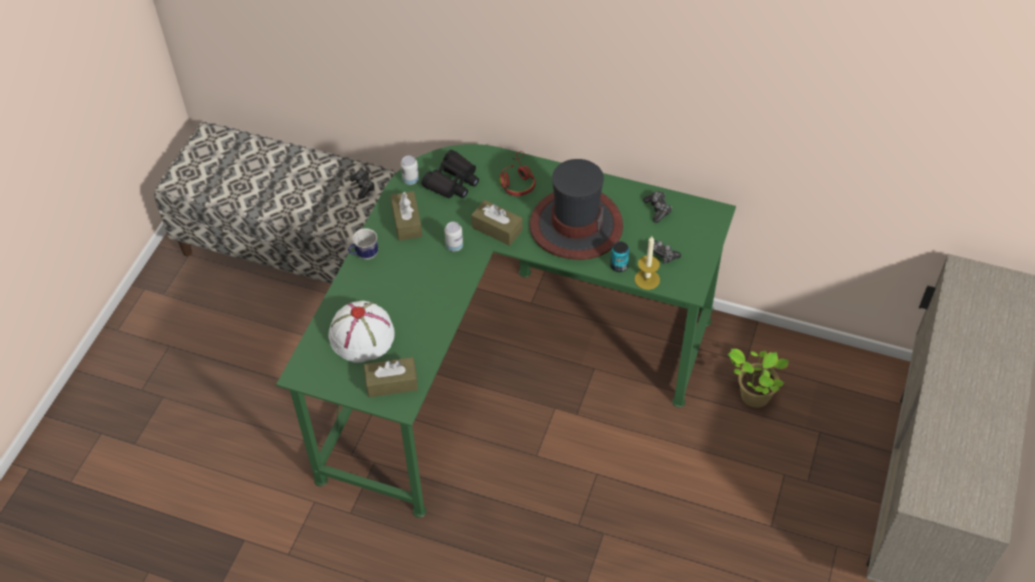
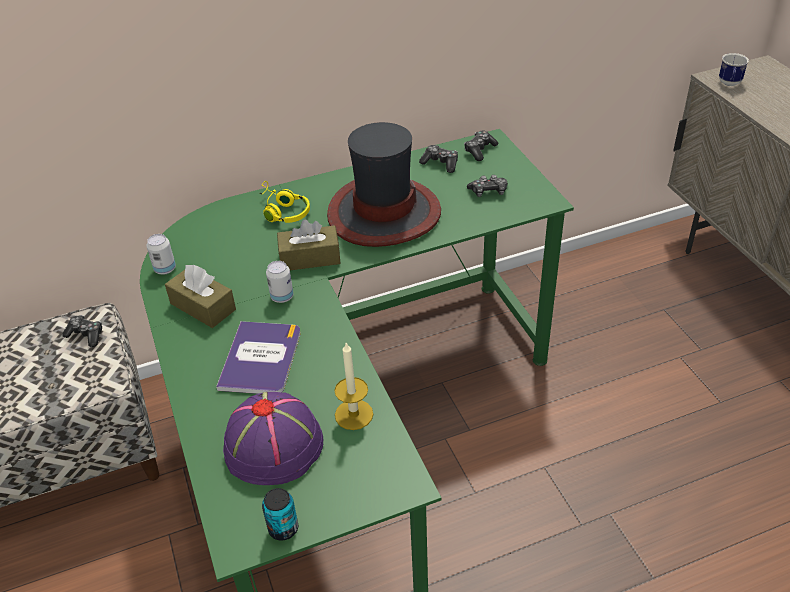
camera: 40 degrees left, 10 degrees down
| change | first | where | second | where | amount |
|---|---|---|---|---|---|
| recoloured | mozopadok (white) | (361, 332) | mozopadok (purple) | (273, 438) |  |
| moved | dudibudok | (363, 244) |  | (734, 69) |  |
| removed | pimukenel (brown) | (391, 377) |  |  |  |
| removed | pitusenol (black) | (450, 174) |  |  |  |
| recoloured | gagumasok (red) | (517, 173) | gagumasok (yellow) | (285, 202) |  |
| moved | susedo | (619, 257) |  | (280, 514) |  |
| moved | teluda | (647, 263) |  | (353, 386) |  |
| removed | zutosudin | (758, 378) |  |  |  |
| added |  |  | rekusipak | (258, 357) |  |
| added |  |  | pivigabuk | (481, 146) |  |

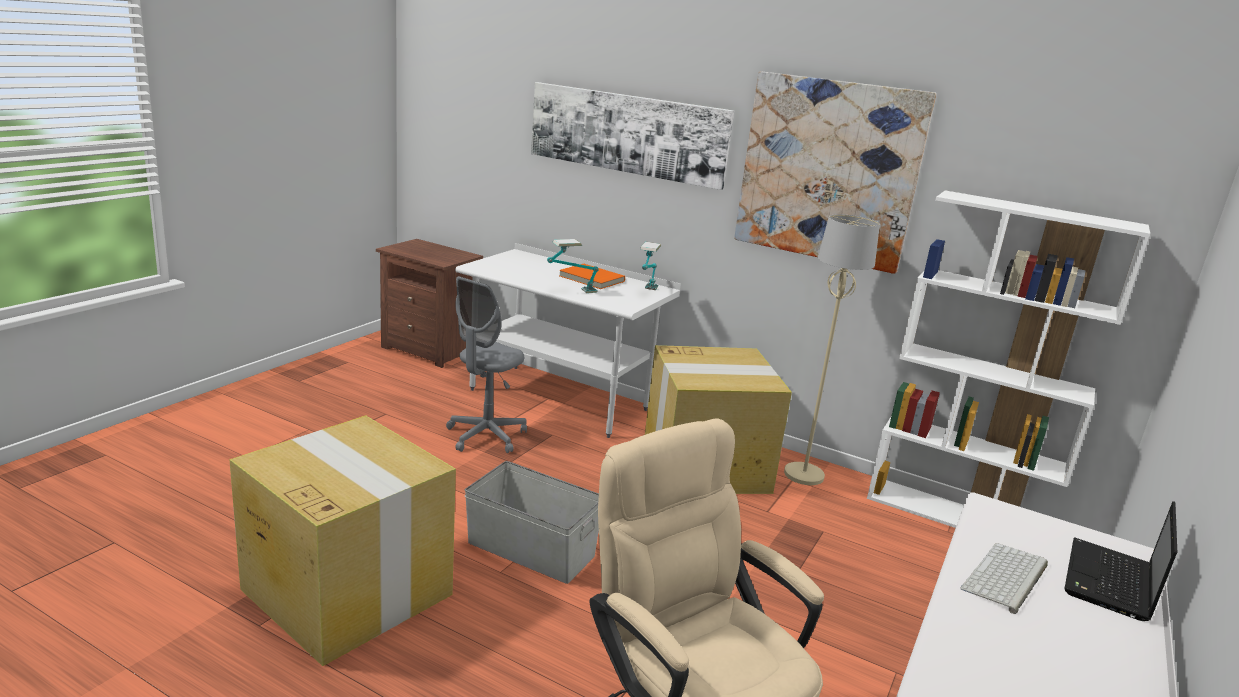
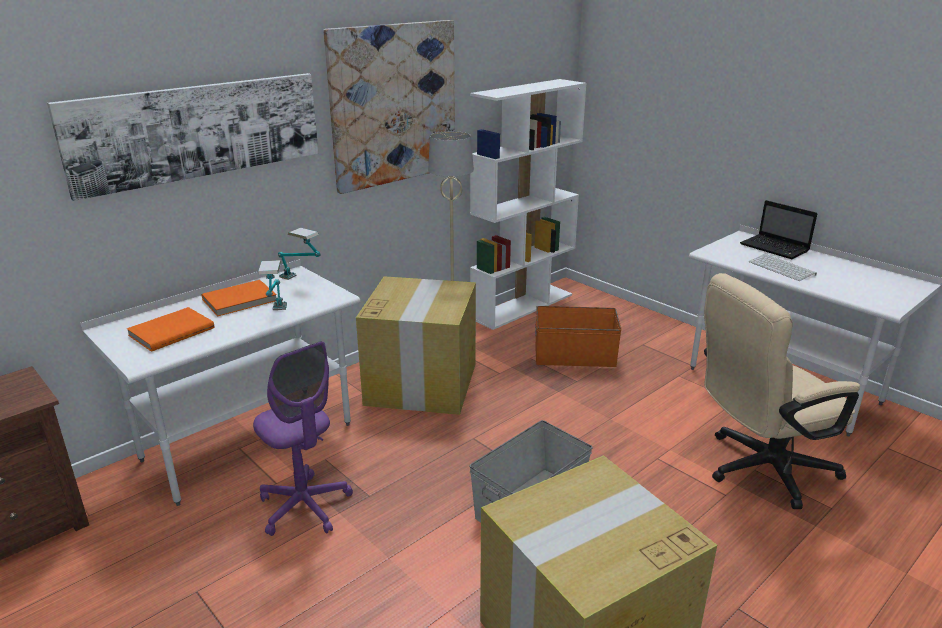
camera: 70 degrees left, 5 degrees up
| change | first | where | second | where | amount |
|---|---|---|---|---|---|
| recoloured | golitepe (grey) | (486, 364) | golitepe (purple) | (303, 438) |  |
| added |  |  | rekusipak (orange) | (170, 329) |  |
| added |  |  | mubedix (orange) | (578, 336) |  |

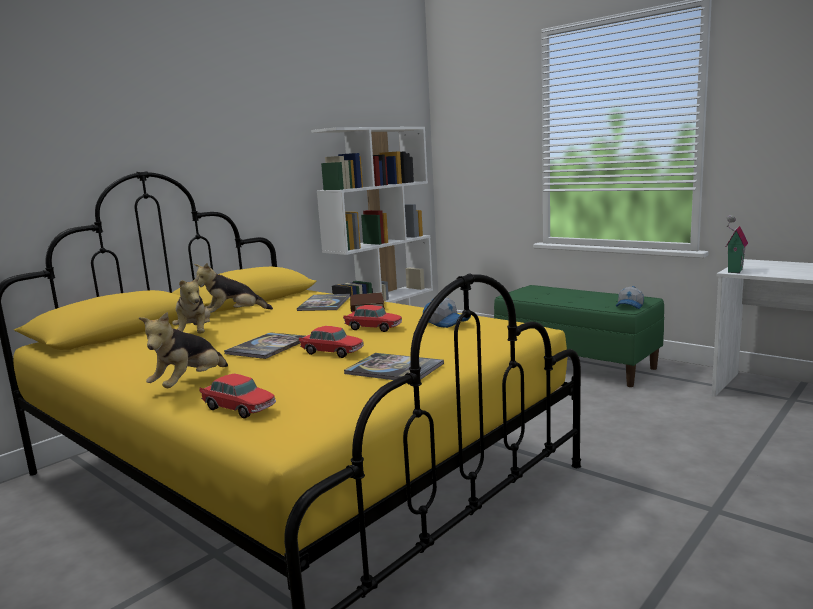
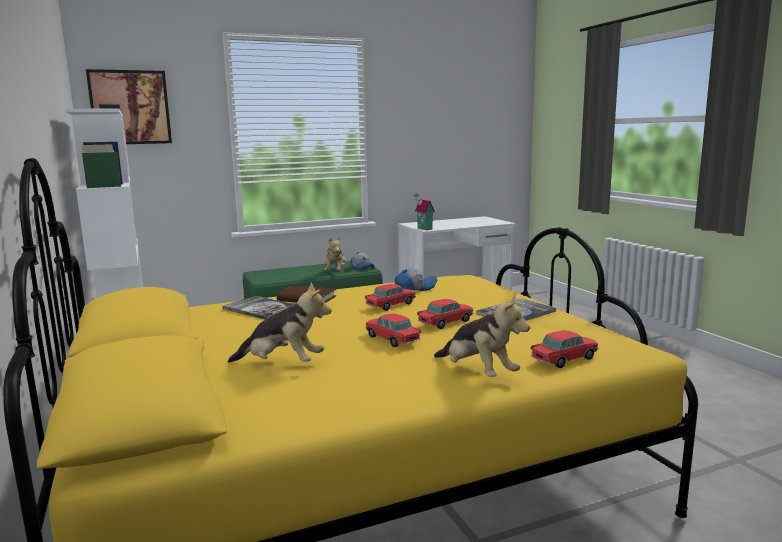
camera: 65 degrees left, 0 degrees up
| change | first | where | second | where | amount |
|---|---|---|---|---|---|
| moved | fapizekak | (233, 288) |  | (334, 253) |  |
| replaced | rekusipak | (264, 345) | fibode | (393, 330) |  |
| added |  |  | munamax | (129, 106) |  |

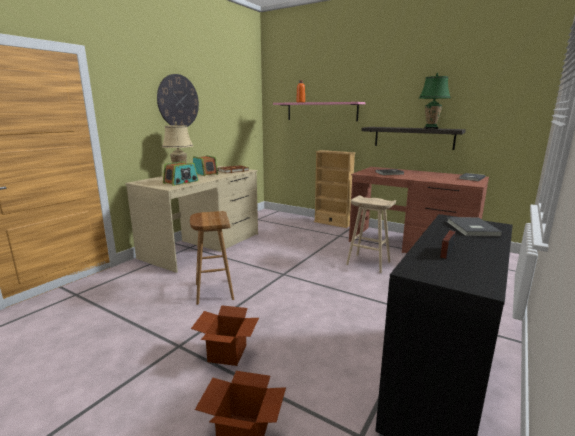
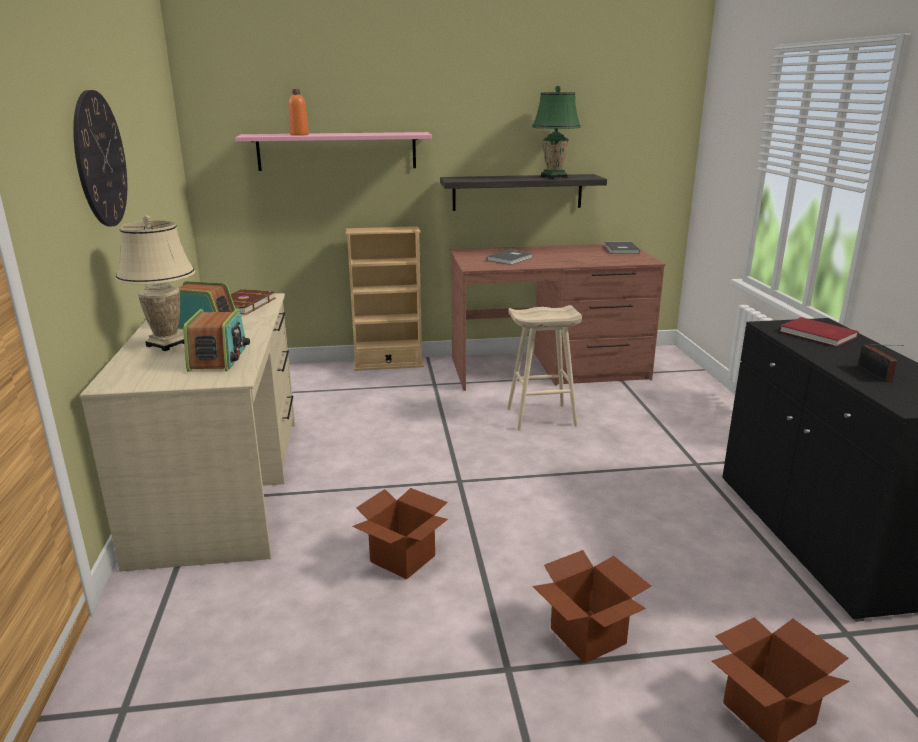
camera: 40 degrees left, 5 degrees up
| change | first | where | second | where | amount |
|---|---|---|---|---|---|
| replaced | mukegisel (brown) | (212, 258) | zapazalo | (400, 533) |  |
| recoloured | rekusipak (grey) | (474, 227) | rekusipak (red) | (819, 332) |  |

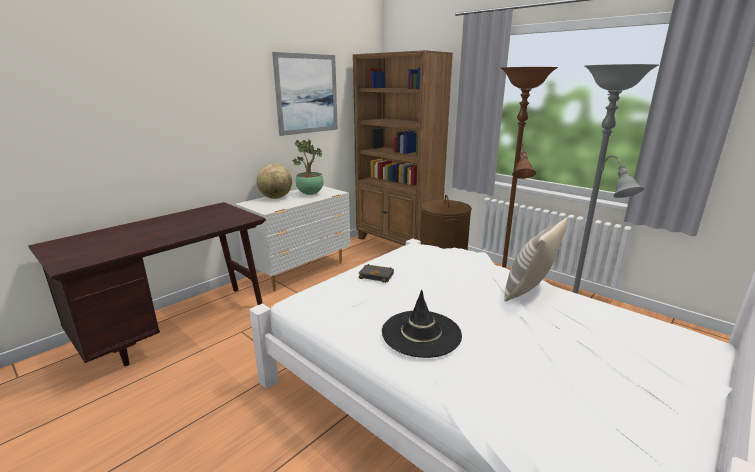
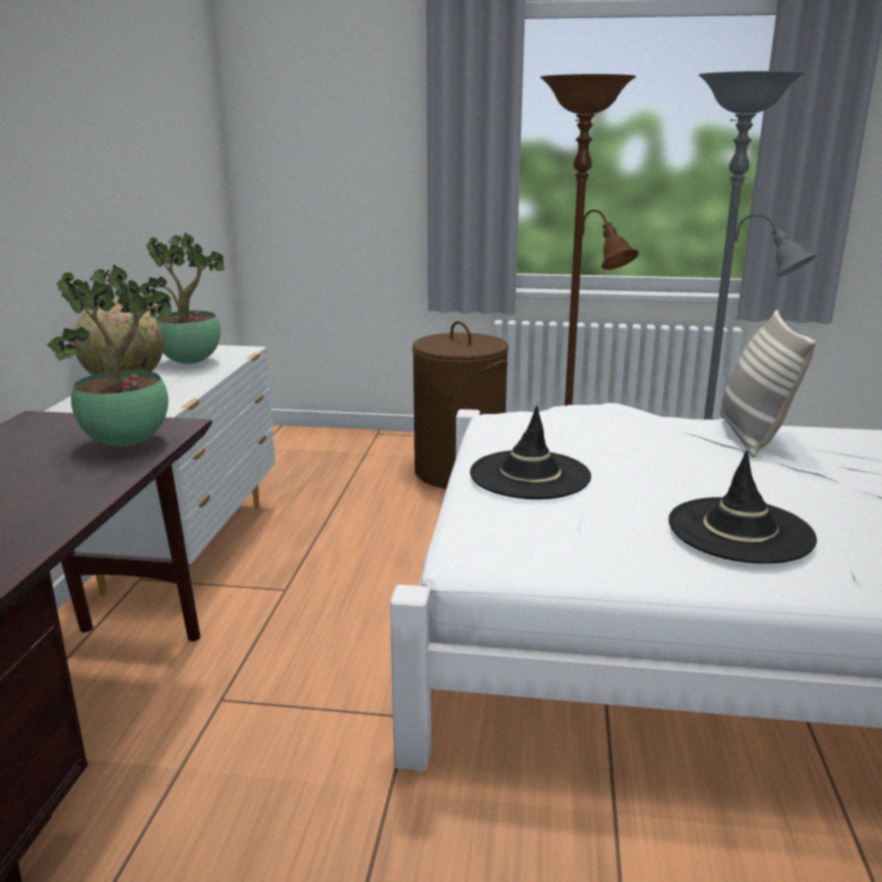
camera: 35 degrees left, 0 degrees up
| change | first | where | second | where | amount |
|---|---|---|---|---|---|
| removed | munamax | (305, 94) |  |  |  |
| removed | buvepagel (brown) | (403, 148) |  |  |  |
| replaced | rekusipak (black) | (376, 273) | mozopadok (black) | (530, 452) |  |
| added |  |  | zutosudin | (109, 355) |  |

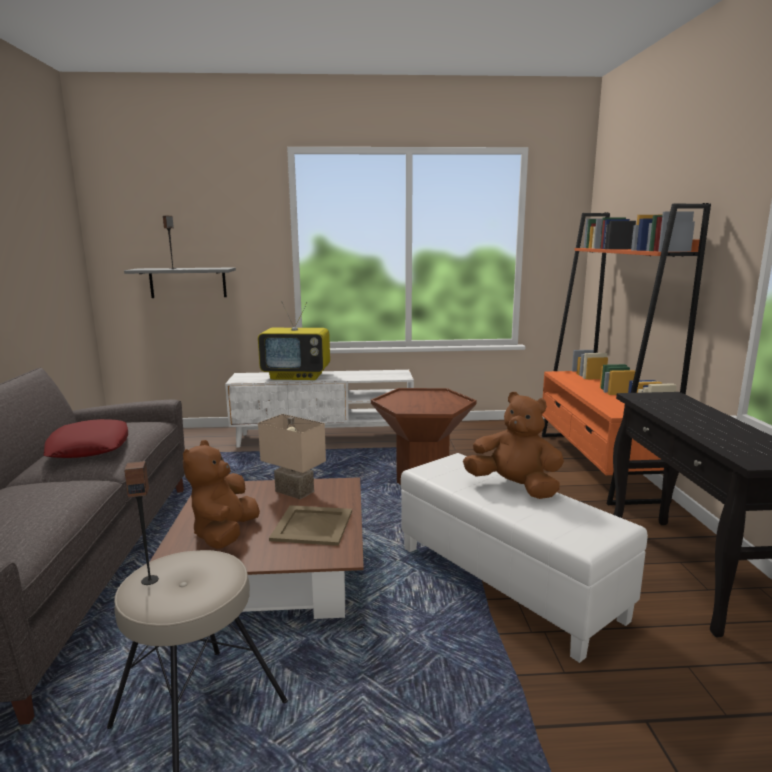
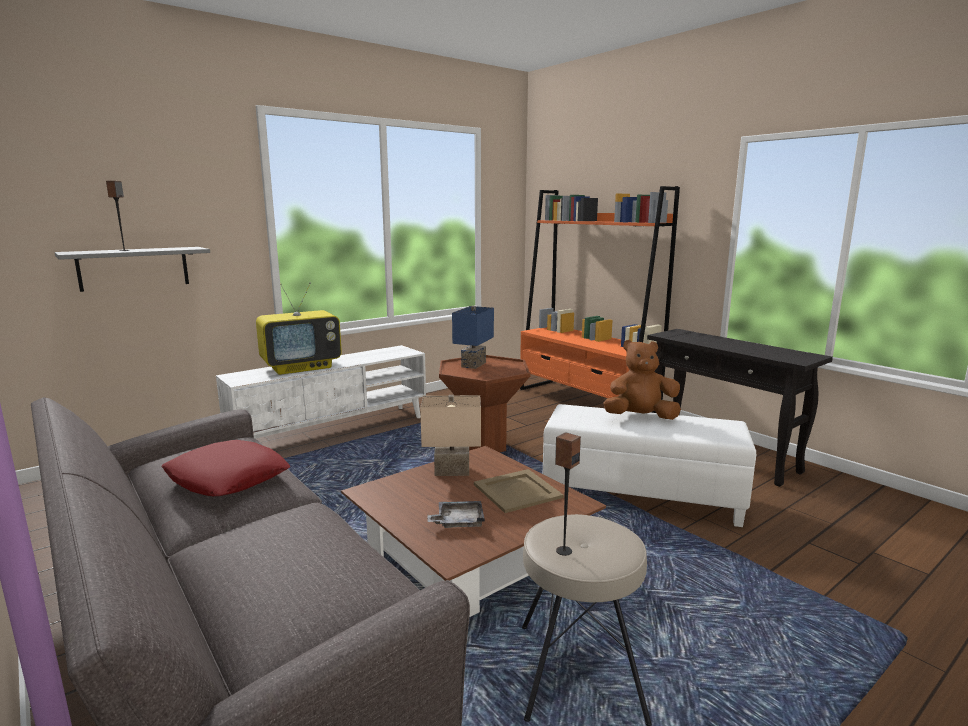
camera: 35 degrees left, 0 degrees up
| change | first | where | second | where | amount |
|---|---|---|---|---|---|
| replaced | fapizekak (brown) | (221, 494) | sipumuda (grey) | (456, 514) |  |
| added |  |  | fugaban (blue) | (473, 337) |  |

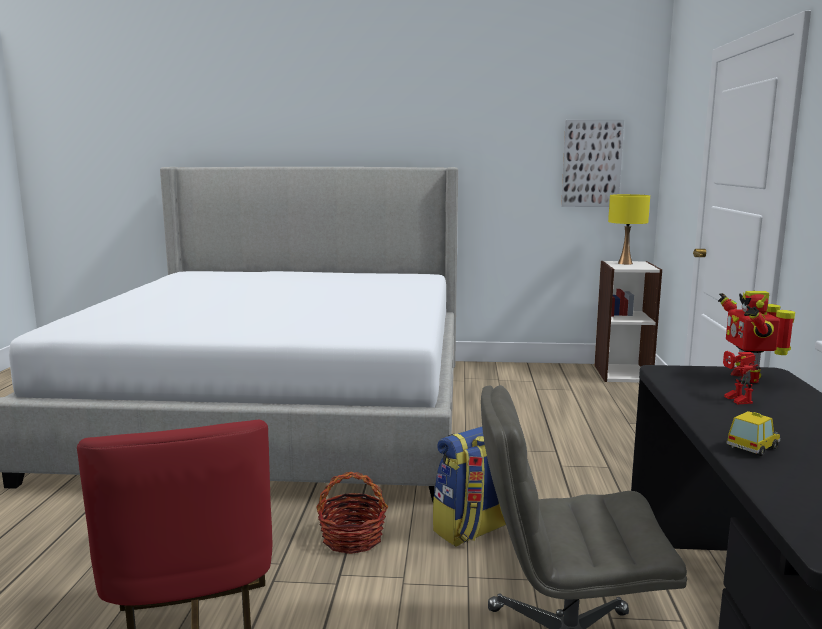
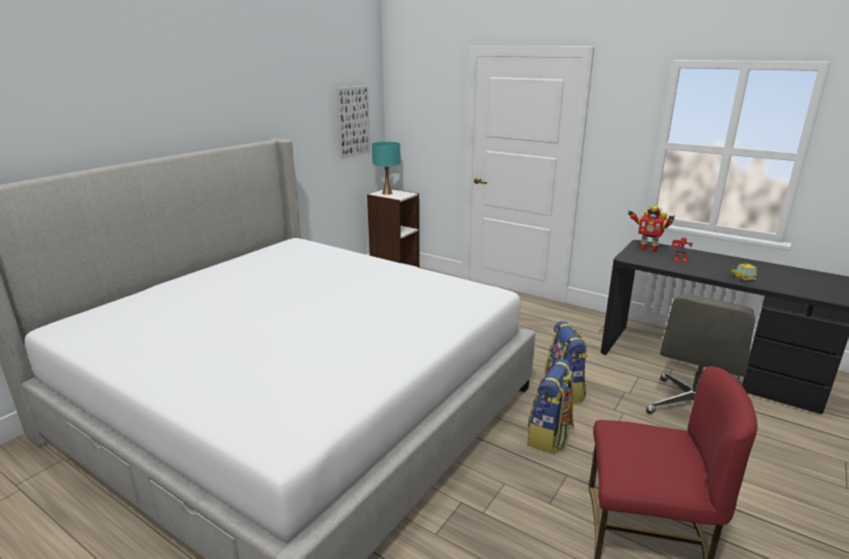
camera: 60 degrees left, 10 degrees up
| change | first | where | second | where | amount |
|---|---|---|---|---|---|
| replaced | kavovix | (352, 513) | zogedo | (550, 406) |  |
| recoloured | fugaban (yellow) | (629, 229) | fugaban (turquoise) | (386, 168) |  |

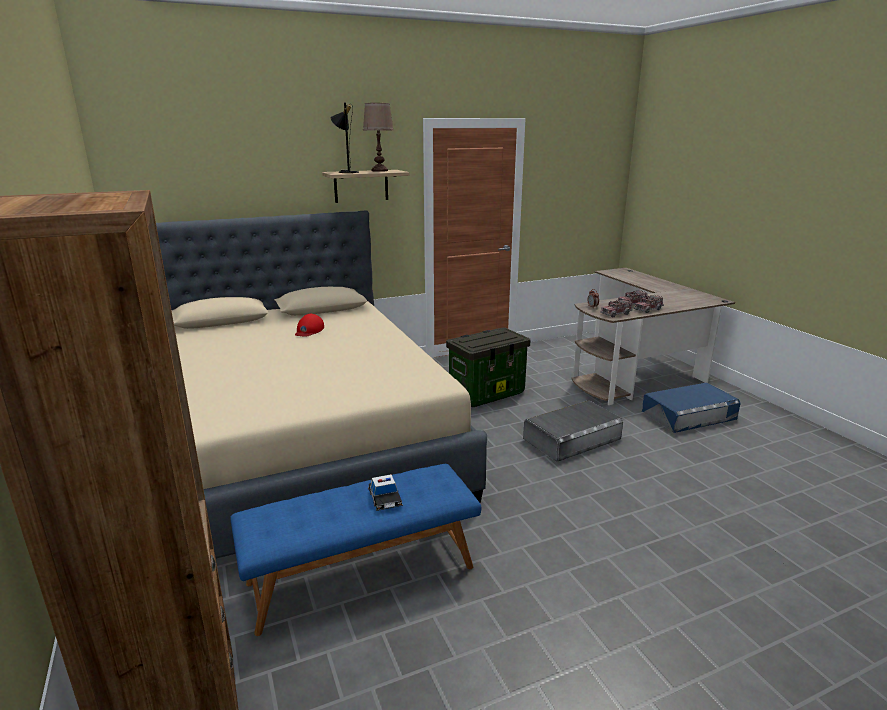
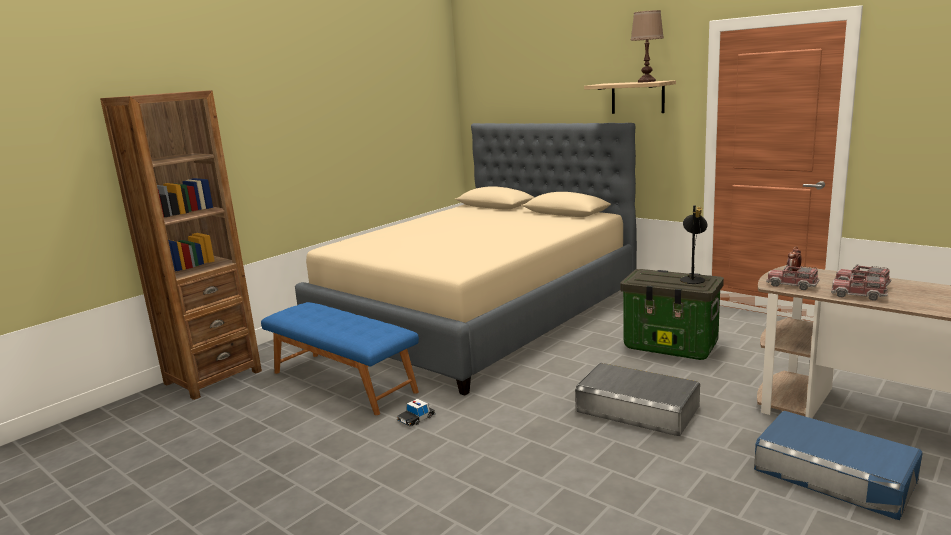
camera: 65 degrees right, 5 degrees down
| change | first | where | second | where | amount |
|---|---|---|---|---|---|
| removed | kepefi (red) | (309, 325) |  |  |  |
| moved | fugaban (black) | (345, 138) |  | (693, 244) |  |
| moved | fibode | (385, 492) |  | (416, 413) |  |

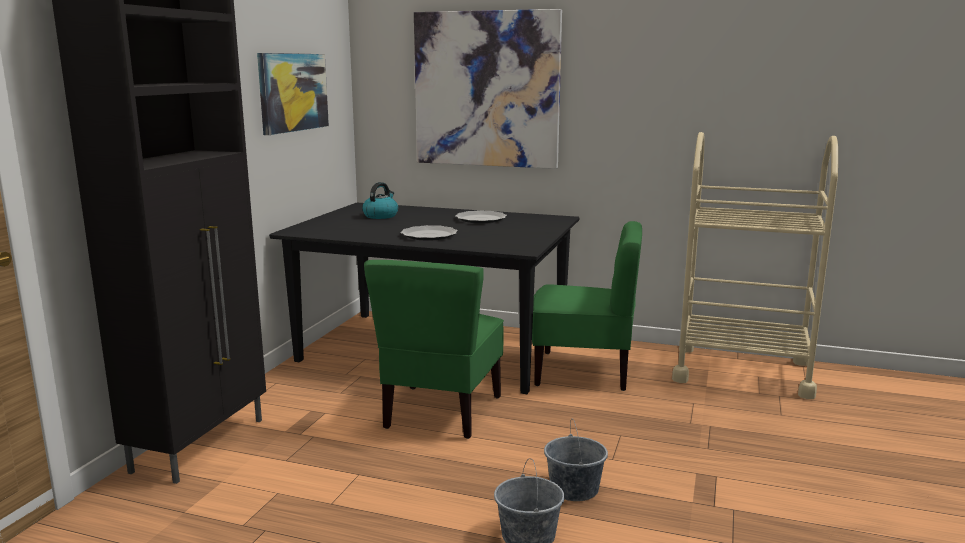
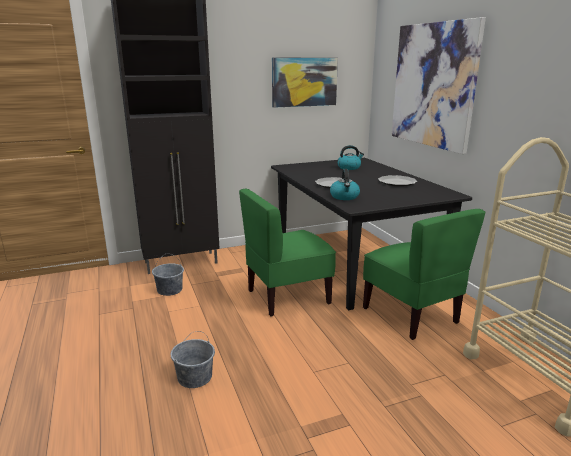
camera: 50 degrees right, 5 degrees up
| change | first | where | second | where | amount |
|---|---|---|---|---|---|
| moved | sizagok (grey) | (576, 460) |  | (168, 275) |  |
| added |  |  | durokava | (345, 184) |  |

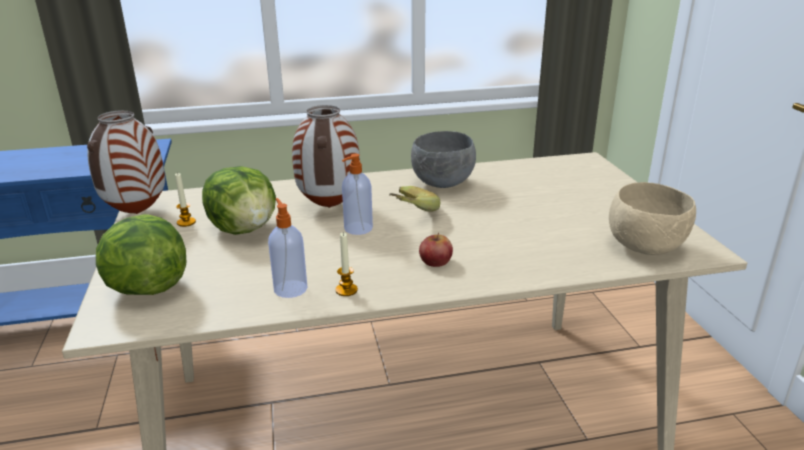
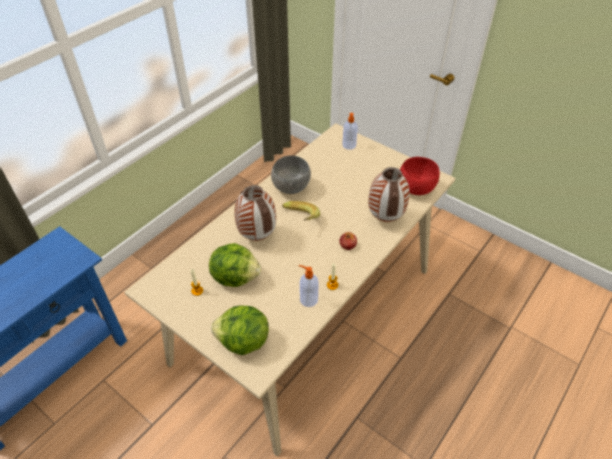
camera: 40 degrees left, 20 degrees up
| change | first | where | second | where | amount |
|---|---|---|---|---|---|
| moved | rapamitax | (126, 162) |  | (389, 194) |  |
| moved | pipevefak | (357, 194) |  | (350, 131) |  |
| recoloured | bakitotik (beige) | (652, 218) | bakitotik (red) | (420, 176) |  |

